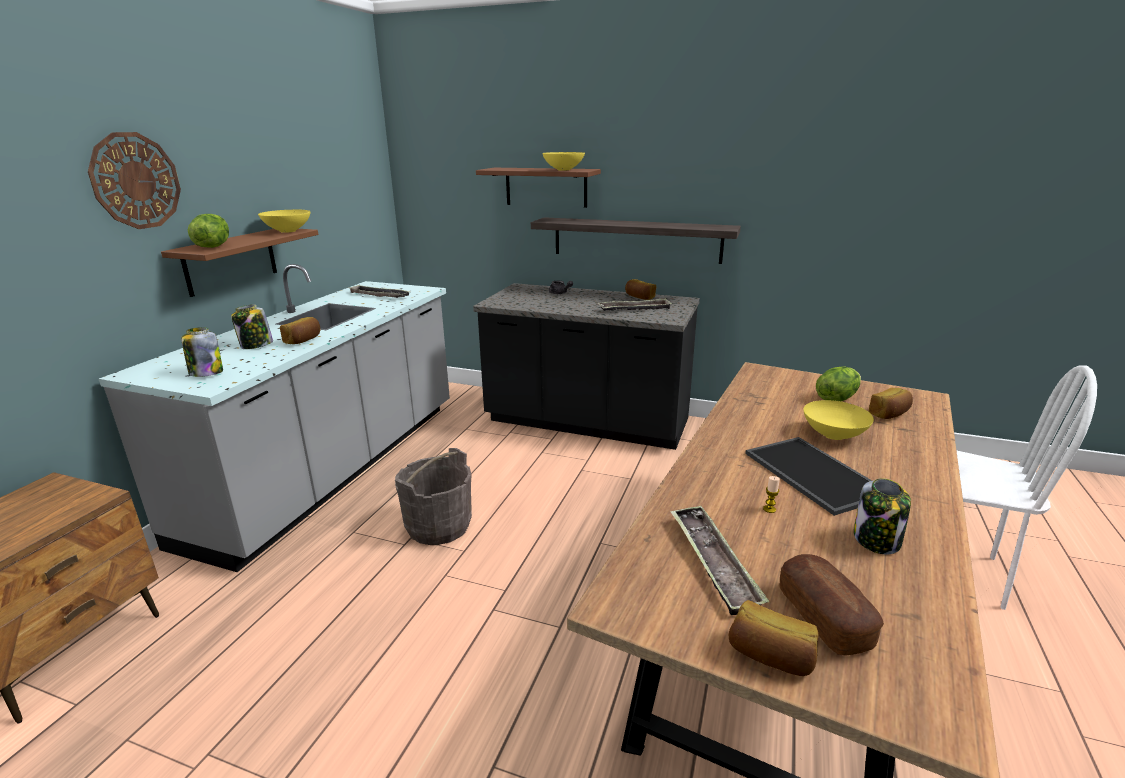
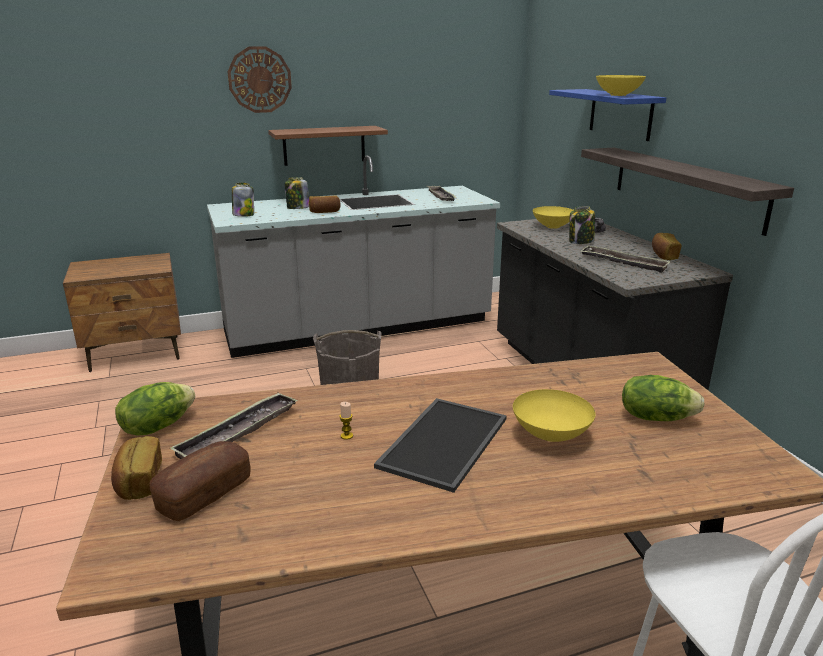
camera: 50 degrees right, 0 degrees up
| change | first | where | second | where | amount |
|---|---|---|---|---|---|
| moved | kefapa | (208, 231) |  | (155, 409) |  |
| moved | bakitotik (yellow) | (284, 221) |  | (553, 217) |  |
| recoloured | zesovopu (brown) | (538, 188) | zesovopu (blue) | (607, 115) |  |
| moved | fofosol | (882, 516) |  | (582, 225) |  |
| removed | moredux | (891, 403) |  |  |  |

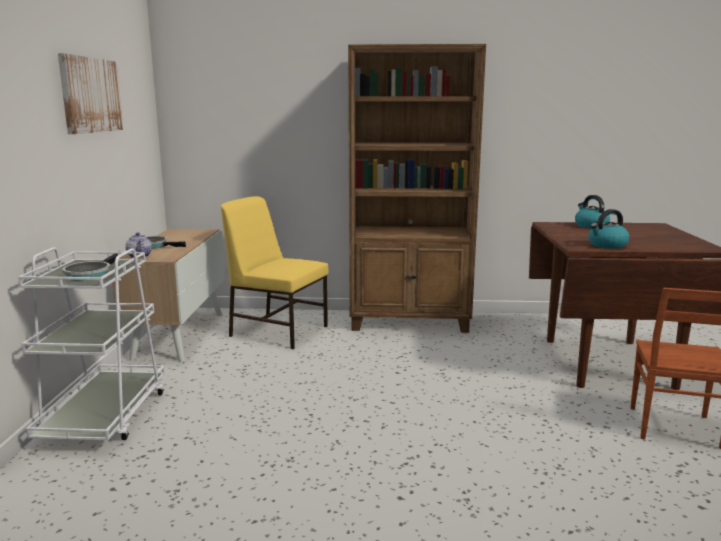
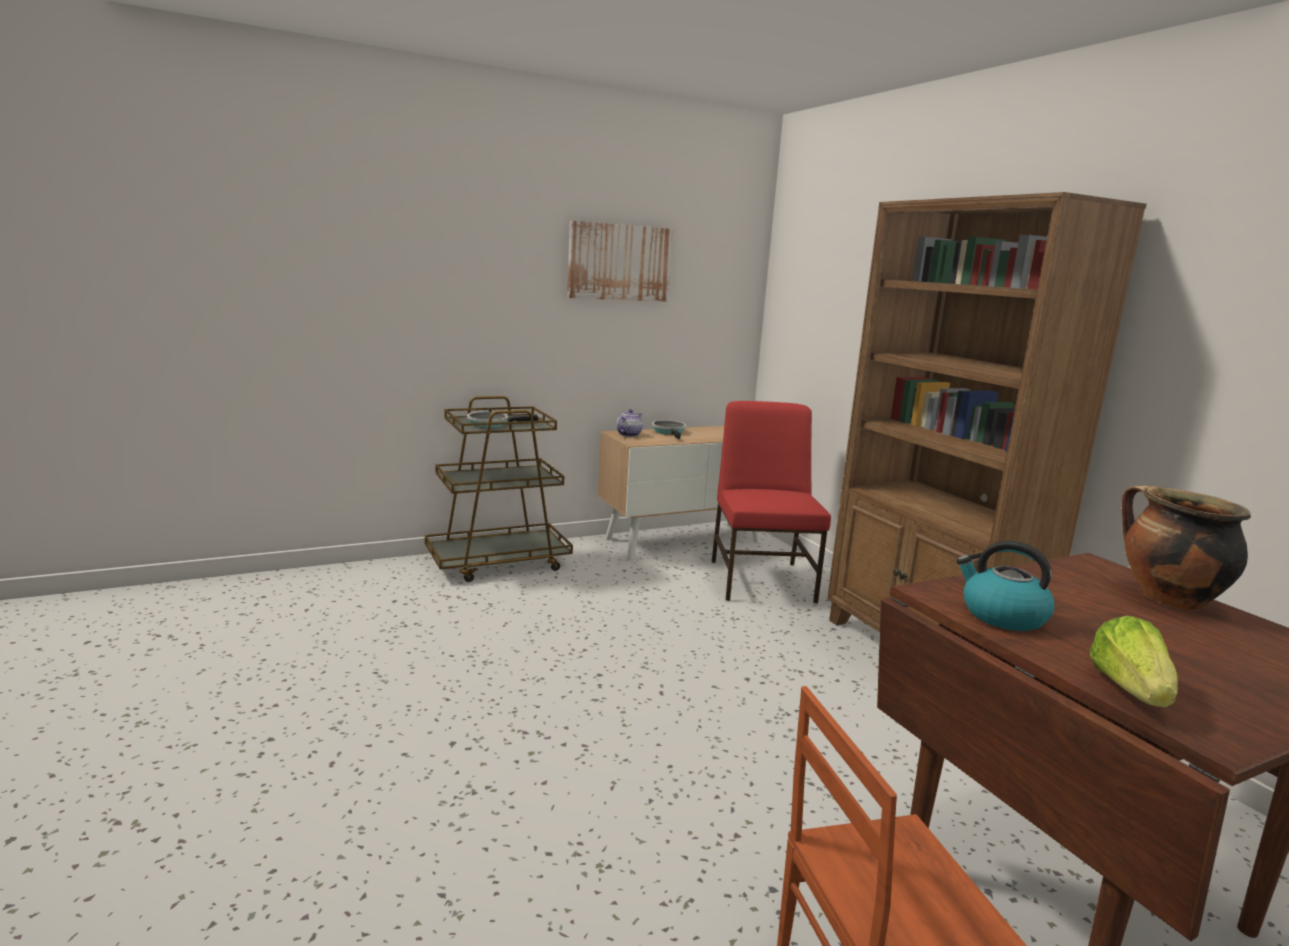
camera: 60 degrees right, 0 degrees up
| change | first | where | second | where | amount |
|---|---|---|---|---|---|
| recoloured | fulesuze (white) | (91, 343) | fulesuze (brown) | (499, 489) |  |
| recoloured | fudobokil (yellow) | (274, 272) | fudobokil (red) | (771, 502) |  |
| replaced | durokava | (592, 212) | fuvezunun | (1186, 548) |  |
| added |  |  | kefapa | (1133, 662) |  |

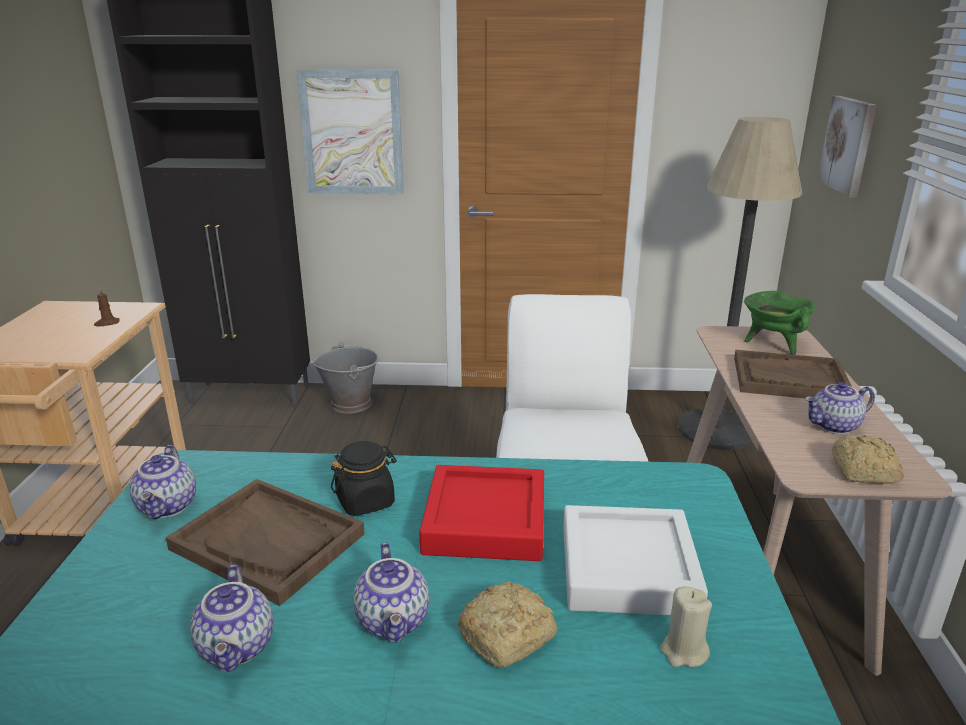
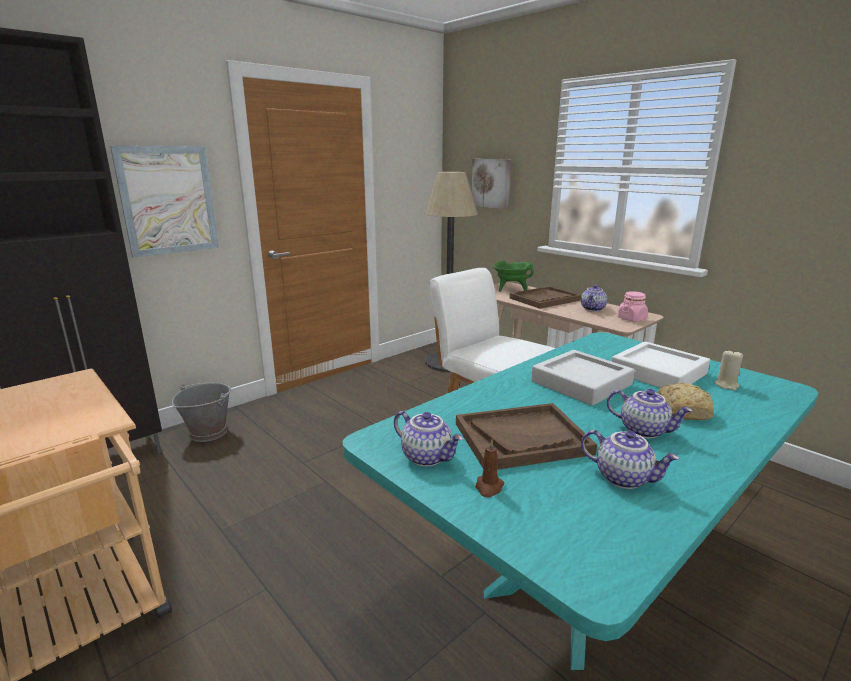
camera: 45 degrees left, 5 degrees down
| change | first | where | second | where | amount |
|---|---|---|---|---|---|
| moved | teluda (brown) | (106, 306) |  | (490, 468) |  |
| removed | fofosol (black) | (364, 478) |  |  |  |
| recoloured | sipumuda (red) | (481, 513) | sipumuda (grey) | (583, 378) |  |
| replaced | moredux | (868, 459) | fofosol (pink) | (633, 306) |  |

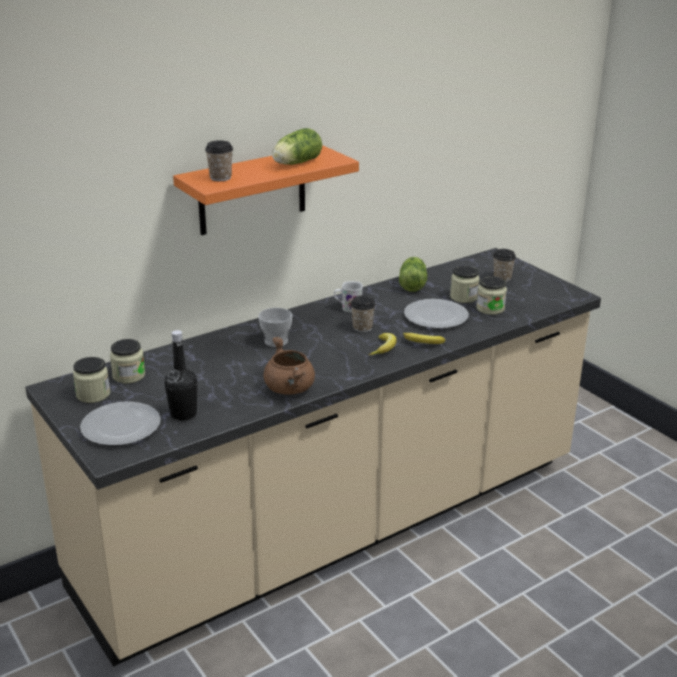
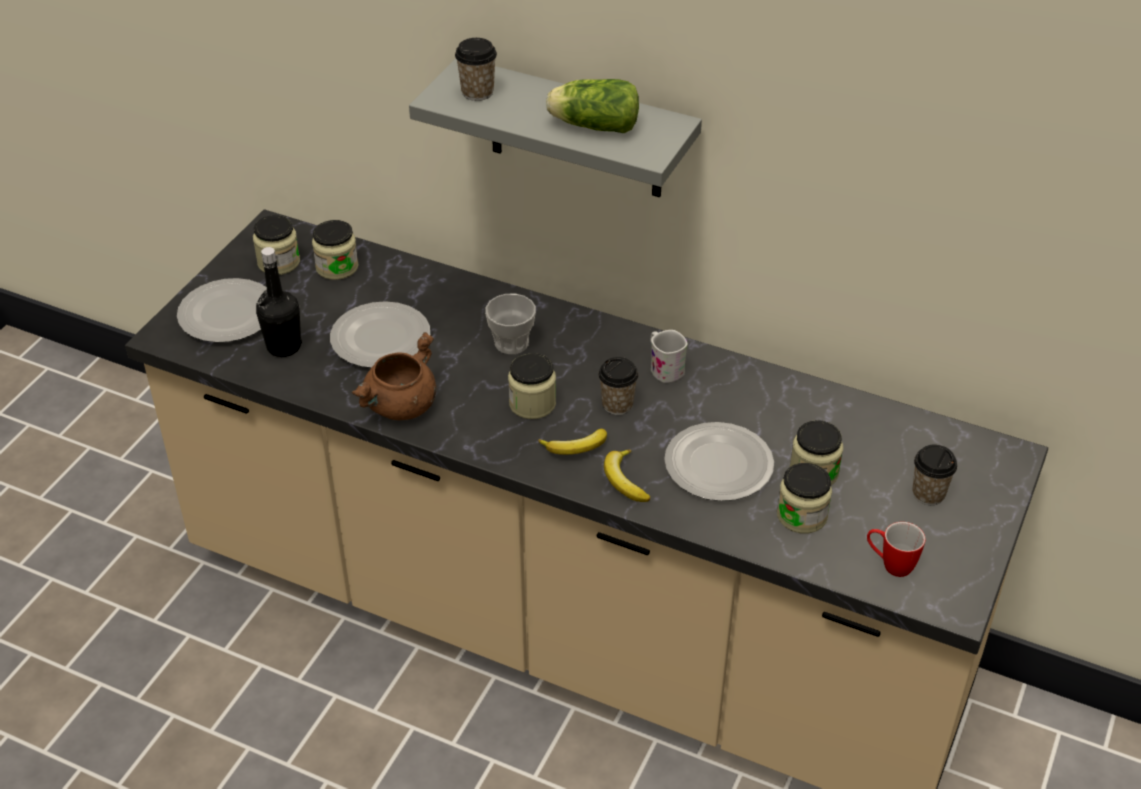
camera: 60 degrees right, 15 degrees up
| change | first | where | second | where | amount |
|---|---|---|---|---|---|
| recoloured | zesovopu (orange) | (266, 190) | zesovopu (grey) | (555, 127) |  |
| removed | kefapa | (413, 274) |  |  |  |
| added |  |  | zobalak | (380, 334) |  |
| added |  |  | fofosol | (532, 386) |  |
| added |  |  | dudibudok | (896, 549) |  |

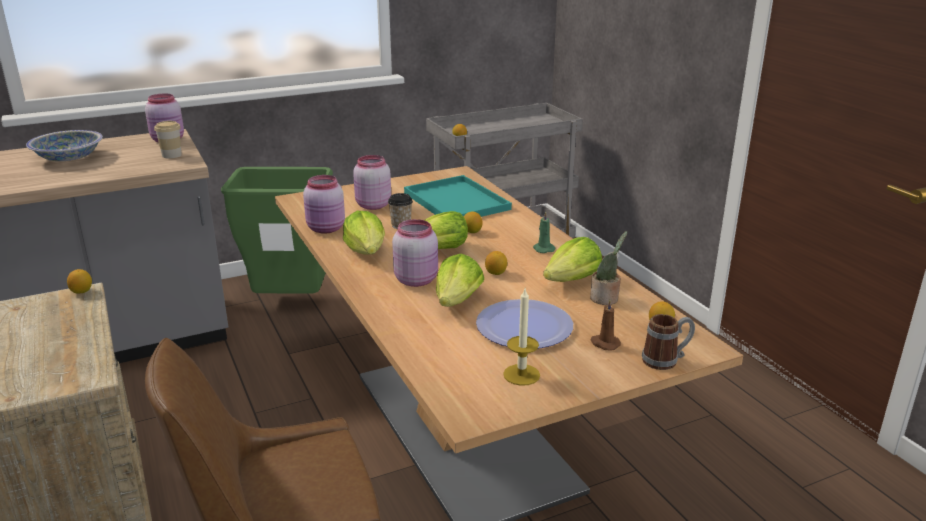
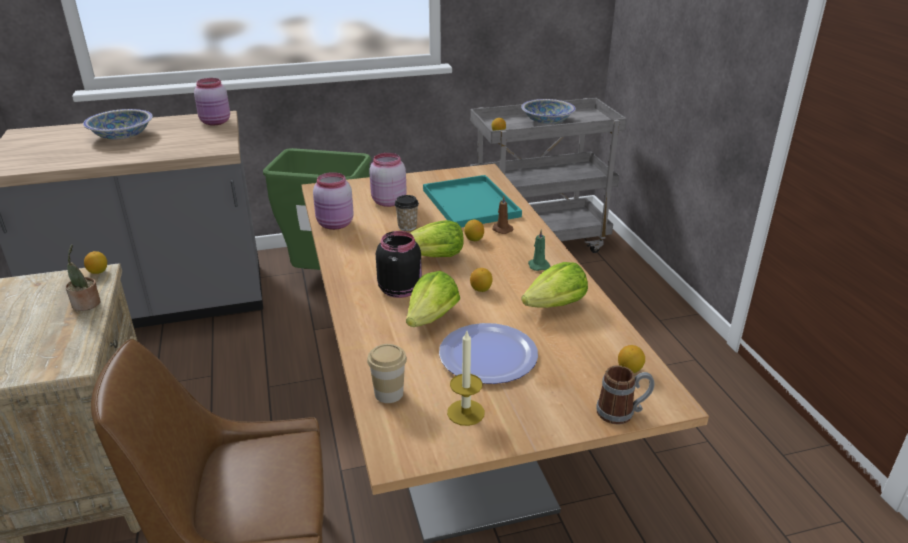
camera: 10 degrees right, 5 degrees up
| change | first | where | second | where | amount |
|---|---|---|---|---|---|
| moved | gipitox | (168, 140) |  | (387, 373) |  |
| removed | kefapa | (364, 233) |  |  |  |
| recoloured | fofosol (pink) | (415, 253) | fofosol (black) | (399, 264) |  |
| moved | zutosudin | (608, 268) |  | (83, 277) |  |
| moved | teluda (brown) | (606, 325) |  | (502, 214) |  |
| added |  |  | bakitotik | (548, 111) |  |

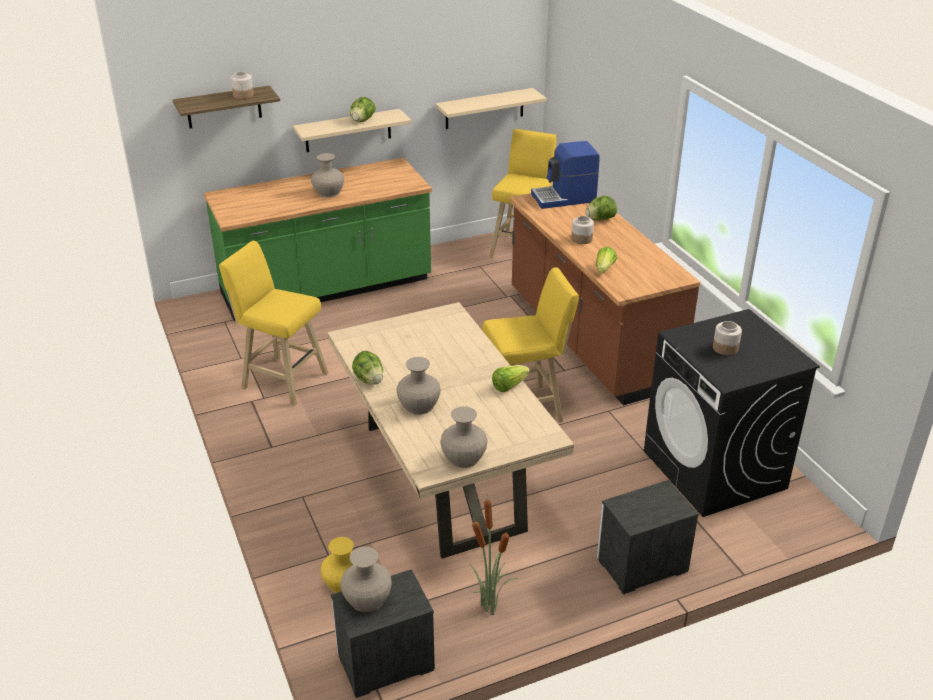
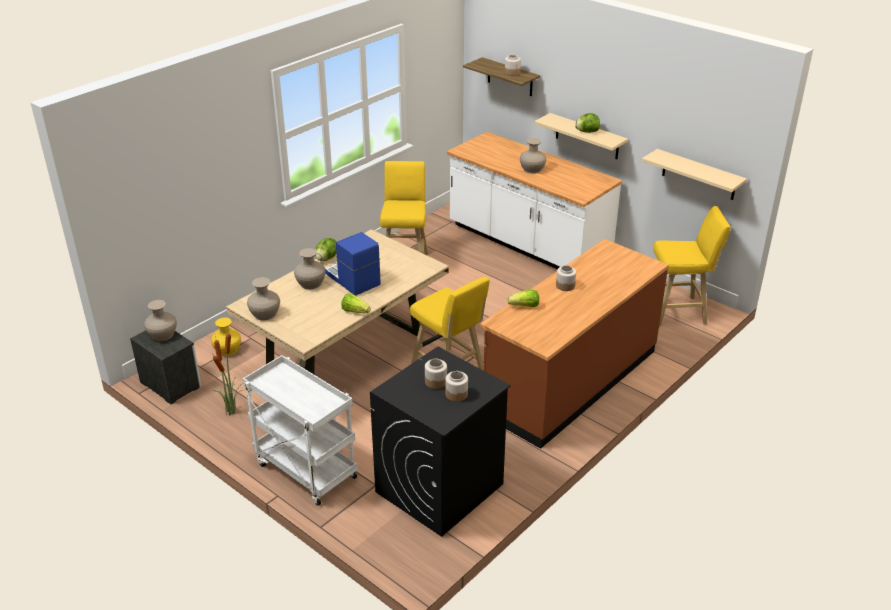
camera: 65 degrees right, 0 degrees up
| change | first | where | second | where | amount |
|---|---|---|---|---|---|
| recoloured | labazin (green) | (318, 239) | labazin (white) | (534, 200) |  |
| moved | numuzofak | (565, 175) |  | (353, 264) |  |
| removed | kefapa | (601, 208) |  |  |  |
| replaced | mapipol | (648, 537) | fulesuze (white) | (300, 430) |  |
| added |  |  | fofosol | (456, 386) |  |

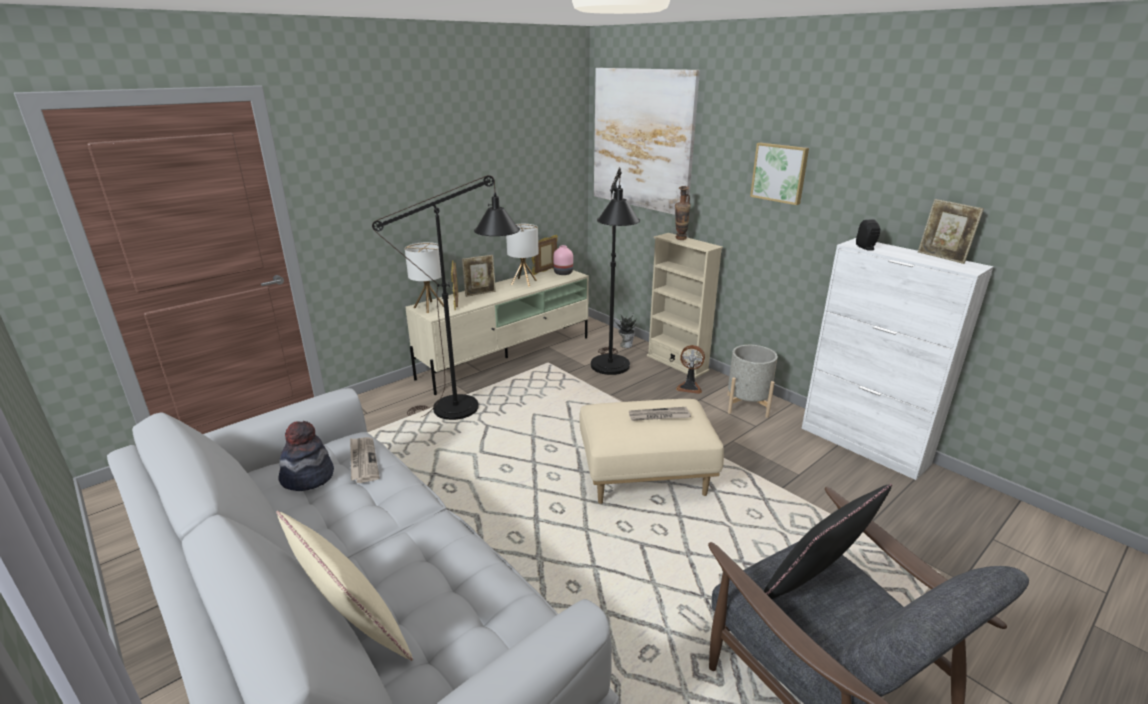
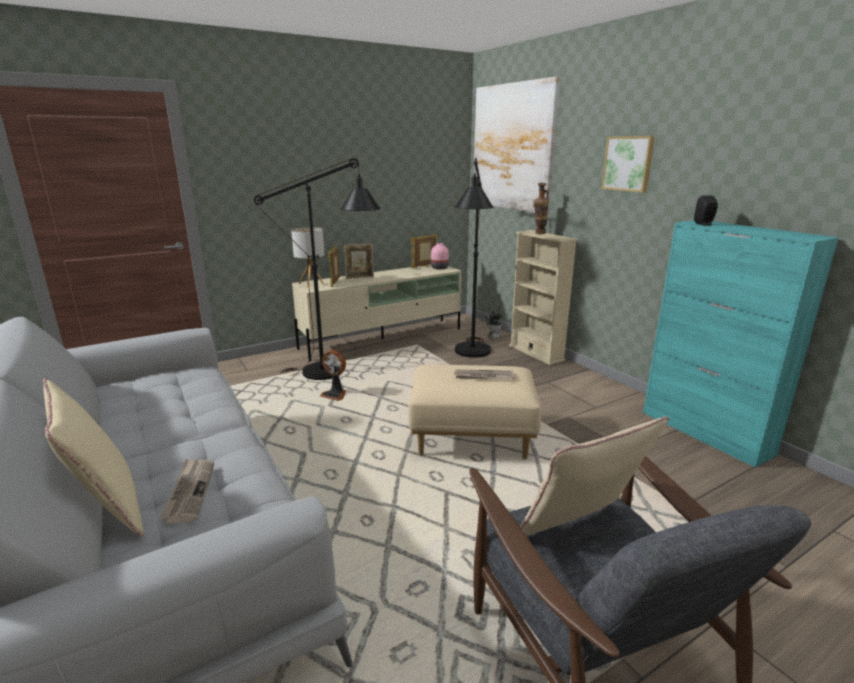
camera: 10 degrees right, 5 degrees down
| change | first | where | second | where | amount |
|---|---|---|---|---|---|
| removed | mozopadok | (306, 456) |  |  |  |
| moved | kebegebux | (365, 460) |  | (187, 491) |  |
| removed | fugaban | (522, 255) |  |  |  |
| moved | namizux | (690, 369) |  | (333, 375) |  |
| removed | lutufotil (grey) | (752, 381) |  |  |  |
| recoloured | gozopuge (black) | (828, 541) | gozopuge (beige) | (594, 476) |  |
| recoloured | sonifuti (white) | (898, 359) | sonifuti (turquoise) | (741, 344) |  |
| removed | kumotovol | (951, 231) |  |  |  |

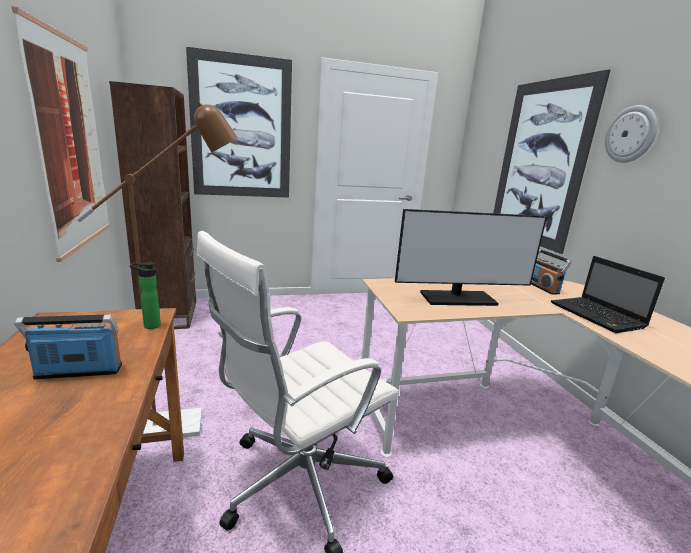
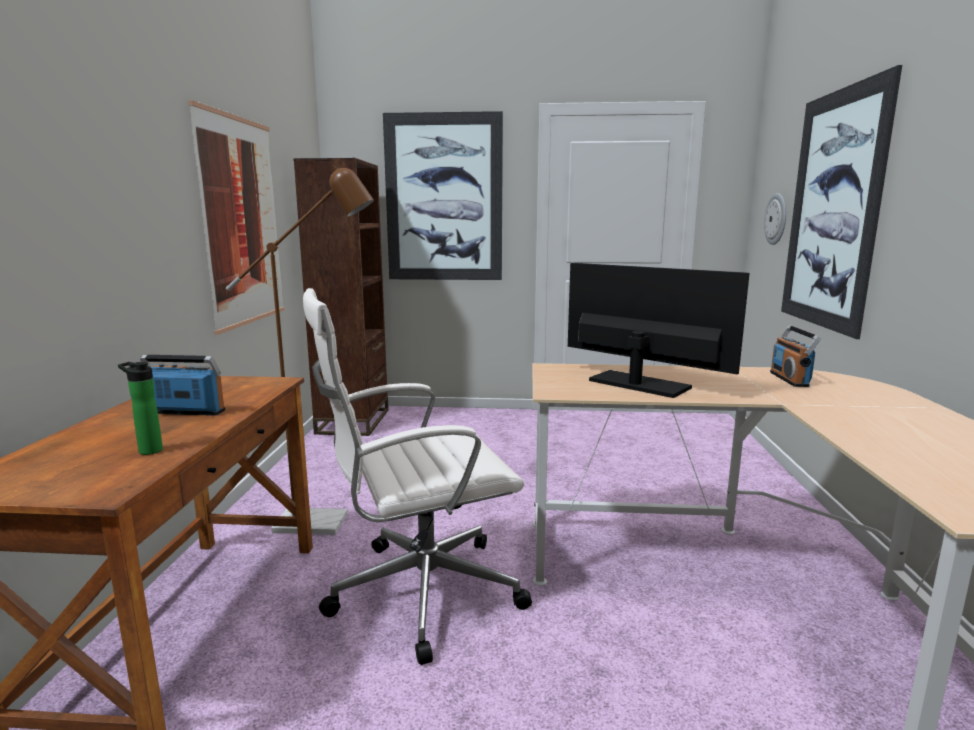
camera: 20 degrees right, 5 degrees down
| change | first | where | second | where | amount |
|---|---|---|---|---|---|
| moved | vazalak | (145, 295) |  | (140, 408) |  |
| turned | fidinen | (471, 257) |  | (659, 330) | 150 degrees counterclockwise |
| removed | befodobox | (608, 294) |  |  |  |
| moved | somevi | (631, 134) |  | (775, 219) |  |

